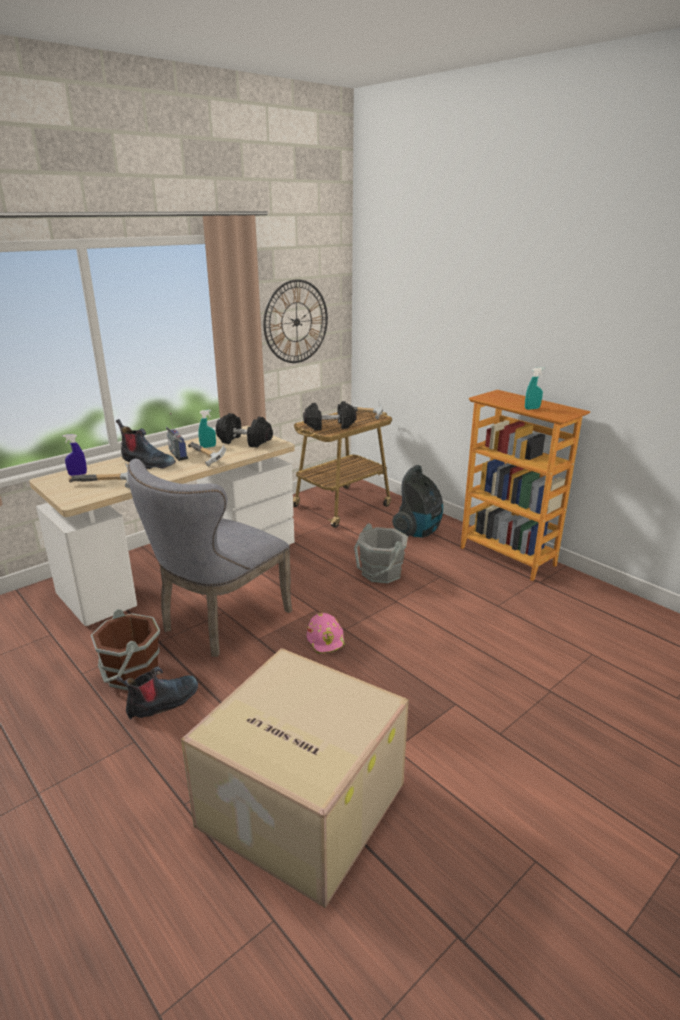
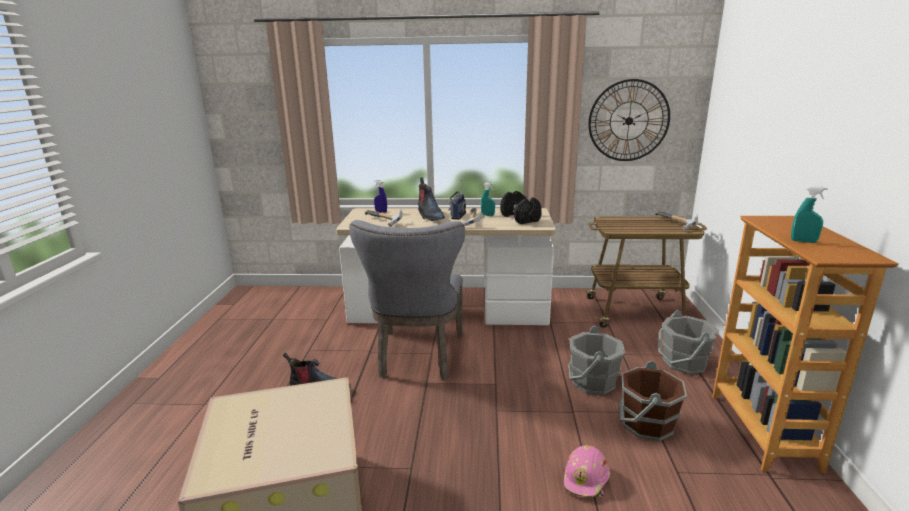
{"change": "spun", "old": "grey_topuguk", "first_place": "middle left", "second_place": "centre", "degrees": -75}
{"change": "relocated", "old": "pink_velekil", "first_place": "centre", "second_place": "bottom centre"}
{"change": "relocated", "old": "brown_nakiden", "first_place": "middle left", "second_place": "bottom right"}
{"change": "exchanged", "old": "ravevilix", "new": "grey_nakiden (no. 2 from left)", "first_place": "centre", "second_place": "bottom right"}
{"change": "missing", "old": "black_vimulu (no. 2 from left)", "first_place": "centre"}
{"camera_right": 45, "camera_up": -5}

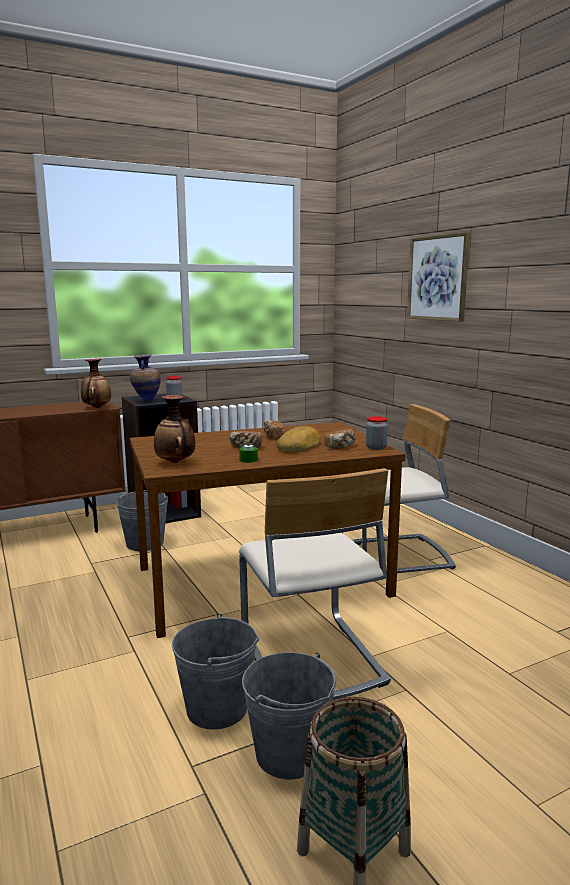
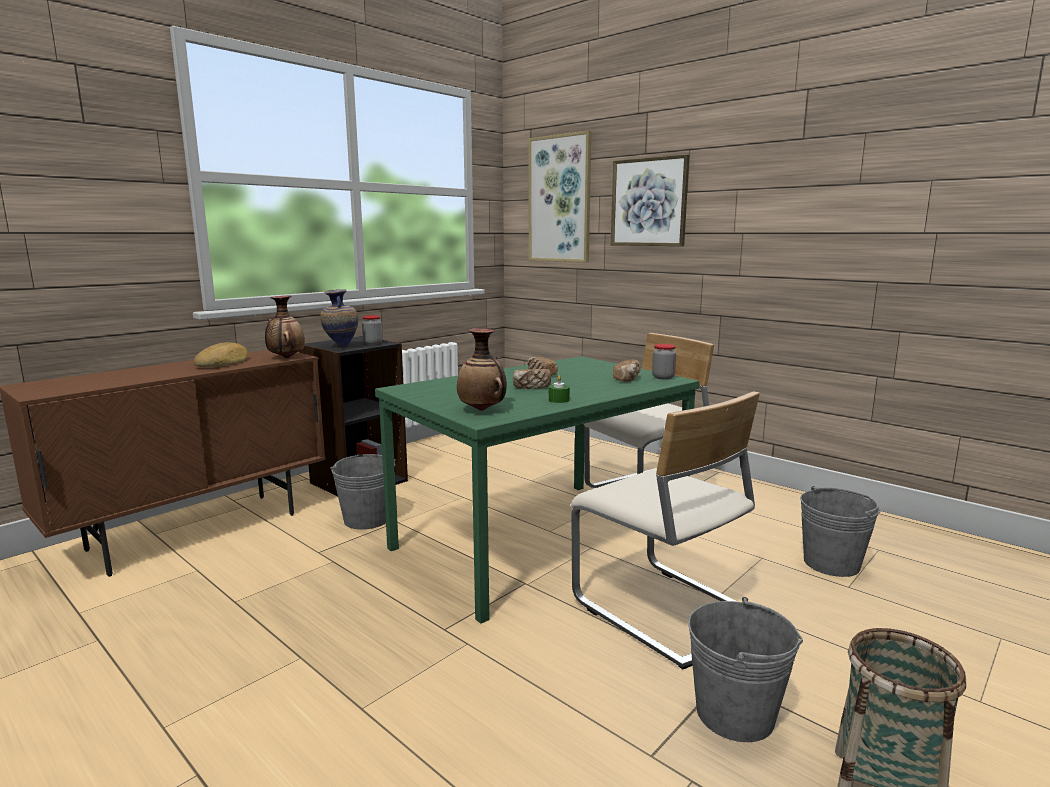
{"change": "relocated", "old": "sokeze (no. 3 from left in the first image)", "new": "sokeze (no. 1 from left)", "first_place": "centre", "second_place": "middle left"}
{"change": "colour", "old": "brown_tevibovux", "new": "green_tevibovux", "first_place": "centre", "second_place": "centre"}
{"change": "appeared", "new": "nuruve (no. 1 from left)", "second_place": "top centre"}
{"change": "relocated", "old": "grey_nakiden (no. 2 from left in the first image)", "new": "grey_nakiden (no. 3 from left)", "first_place": "bottom centre", "second_place": "bottom right"}
{"camera_right": -20, "camera_up": 0}

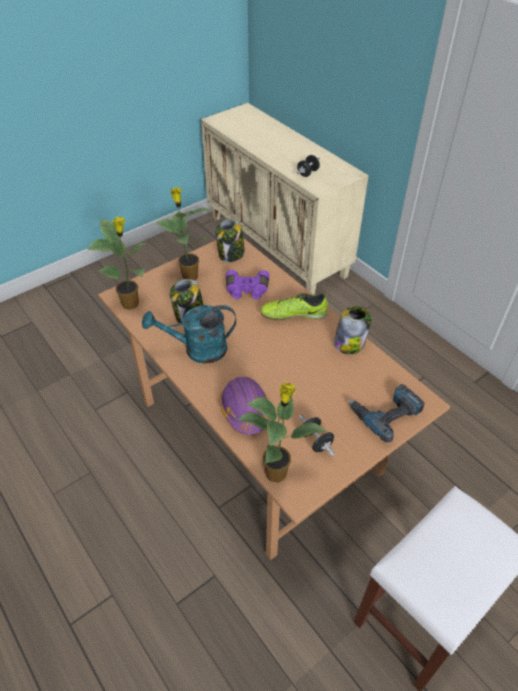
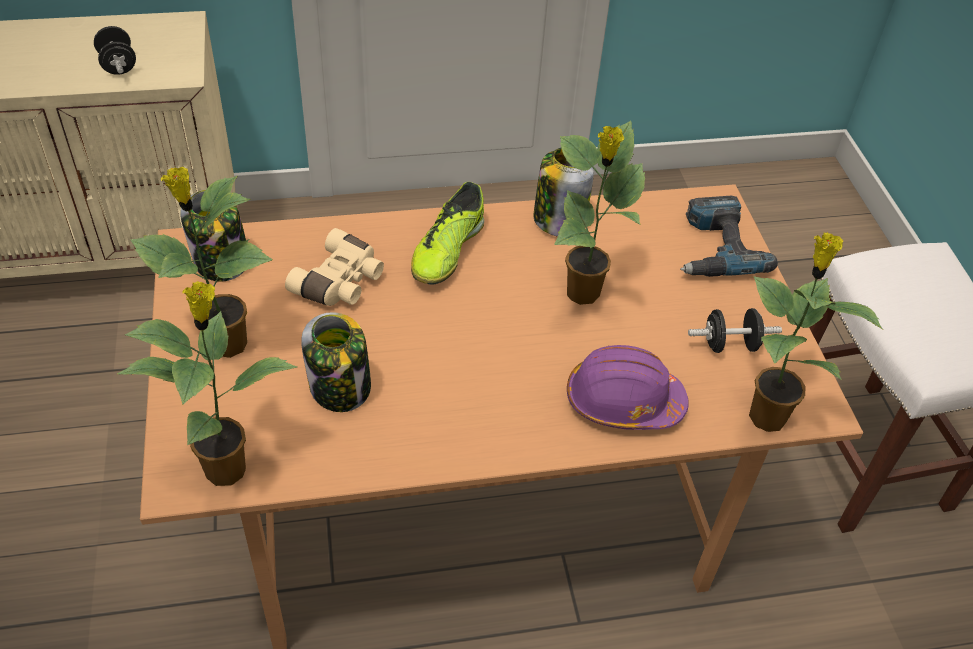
{"change": "colour", "old": "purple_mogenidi", "new": "beige_mogenidi", "first_place": "centre", "second_place": "centre"}
{"change": "appeared", "new": "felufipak (no. 3 from left)", "second_place": "top centre"}
{"change": "missing", "old": "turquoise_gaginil", "first_place": "centre"}
{"camera_right": -65, "camera_up": 0}

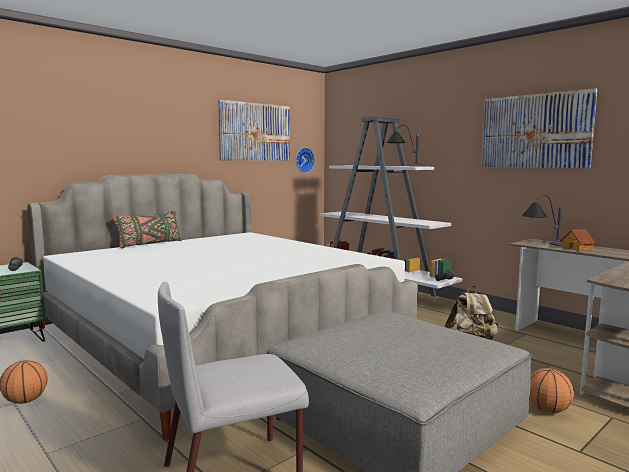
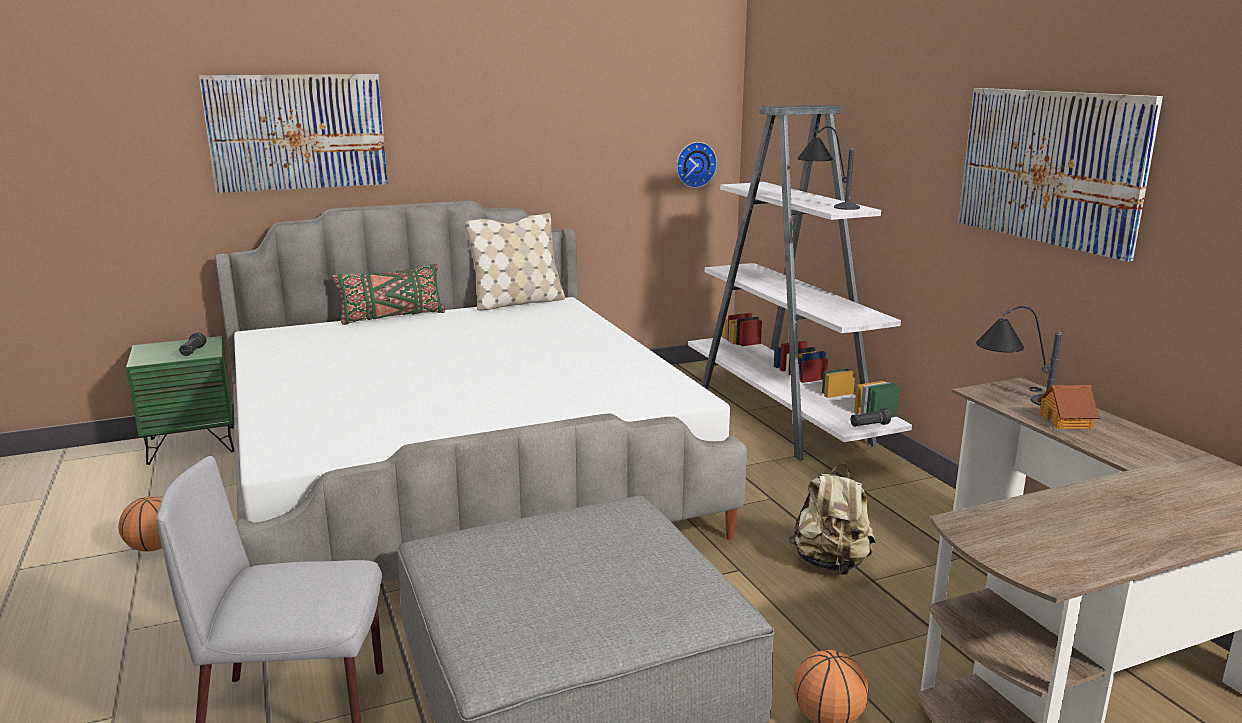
{"change": "relocated", "old": "nuruve (no. 1 from left)", "first_place": "top centre", "second_place": "top left"}
{"change": "appeared", "new": "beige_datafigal", "second_place": "centre"}
{"camera_right": 20, "camera_up": 10}

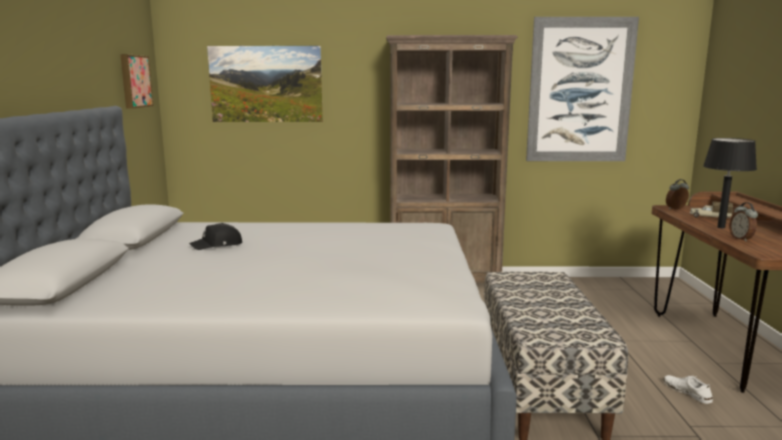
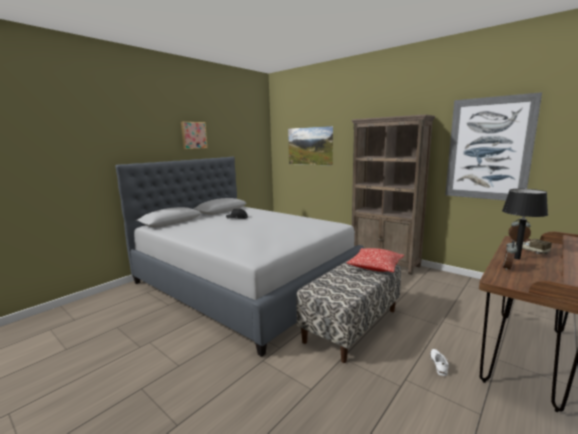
{"change": "relocated", "old": "nuruve (no. 1 from left)", "first_place": "top left", "second_place": "top centre"}
{"change": "appeared", "new": "datafigal", "second_place": "centre"}
{"camera_right": 40, "camera_up": 0}

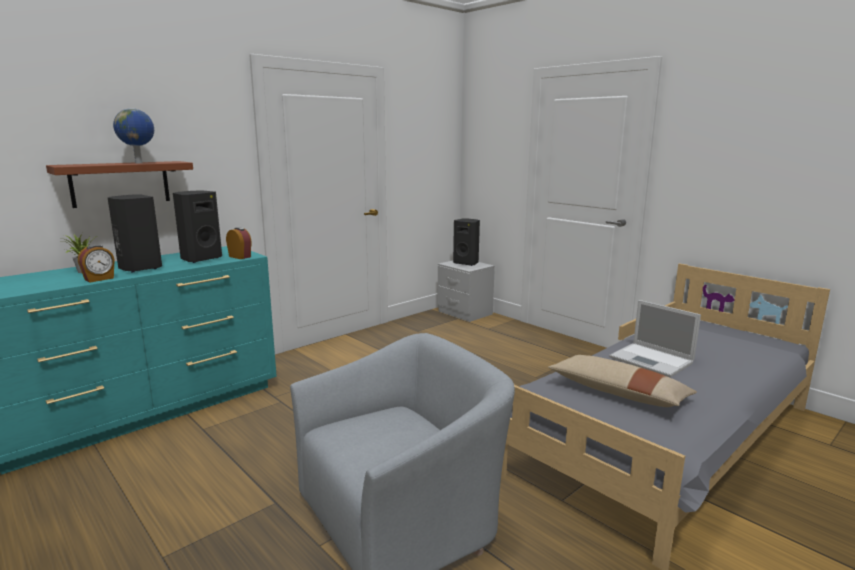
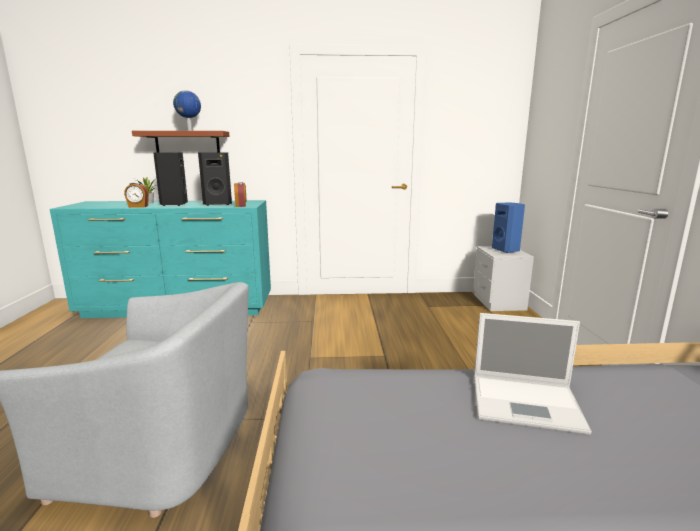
{"change": "spun", "old": "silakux", "first_place": "middle right", "second_place": "bottom right", "degrees": -75}
{"change": "colour", "old": "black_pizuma (no. 3 from left)", "new": "blue_pizuma", "first_place": "centre", "second_place": "middle right"}
{"change": "missing", "old": "beige_datafigal", "first_place": "bottom right"}
{"camera_right": 40, "camera_up": 0}

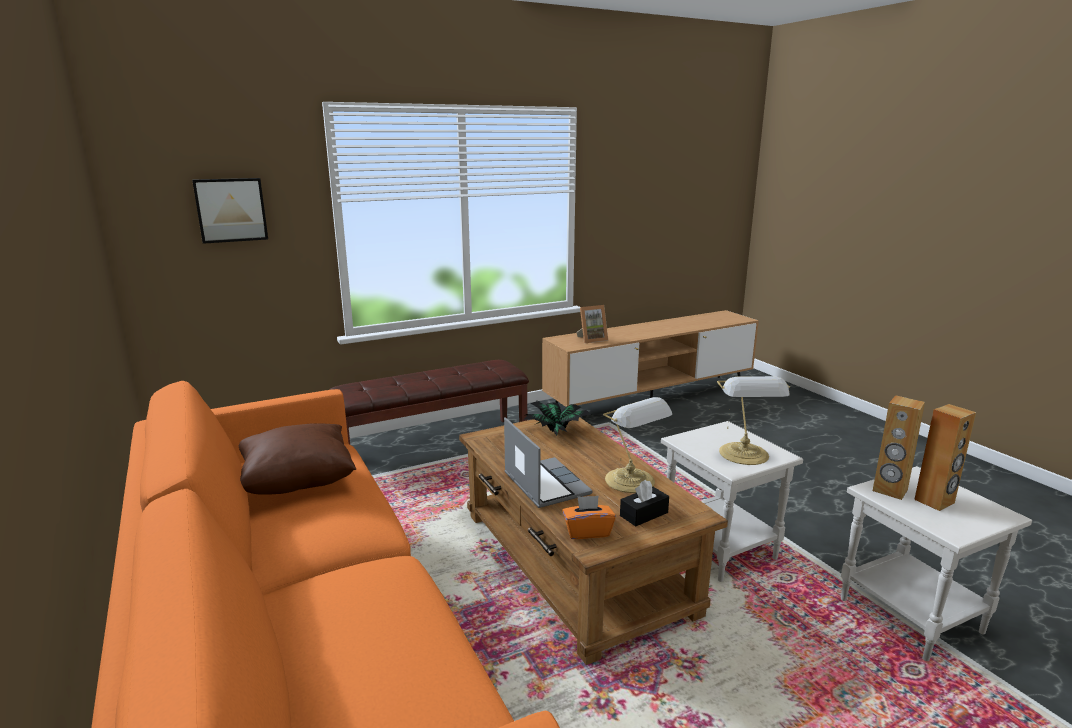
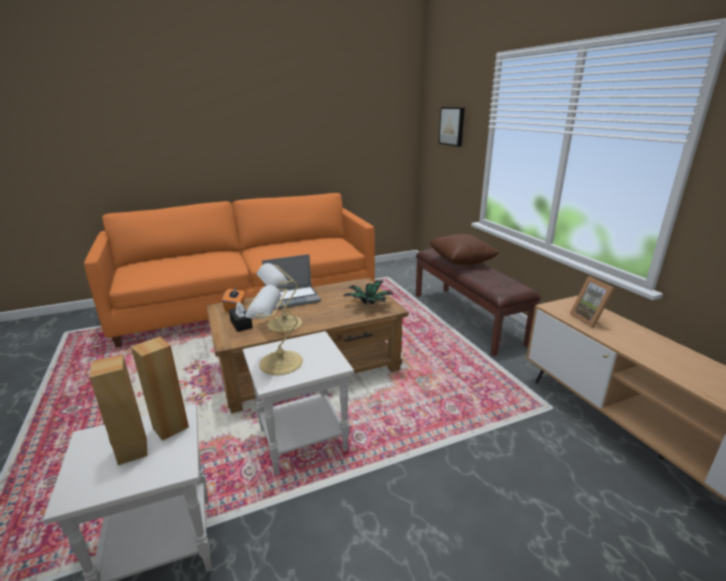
{"change": "relocated", "old": "brown_datafigal", "first_place": "middle left", "second_place": "centre"}
{"camera_right": 95, "camera_up": 5}

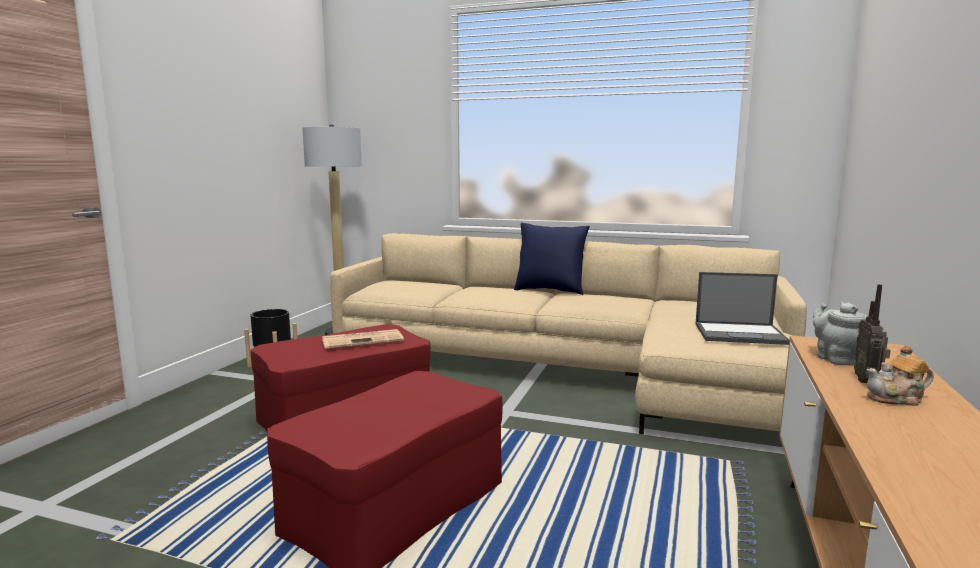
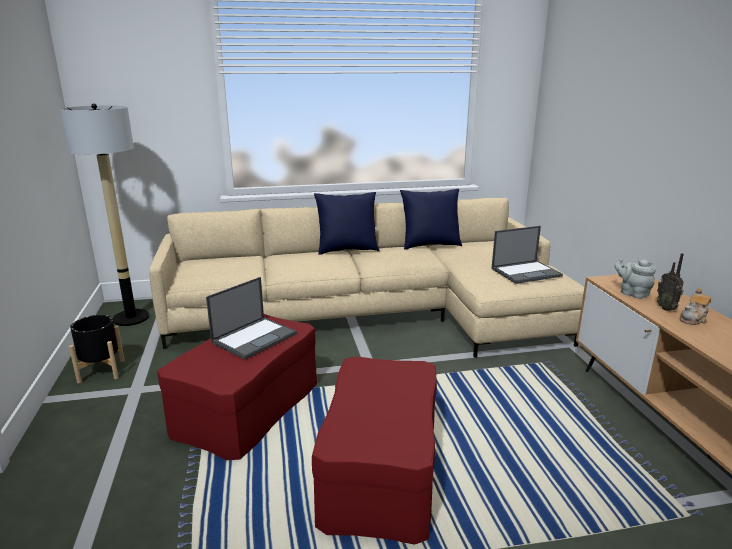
{"change": "exchanged", "old": "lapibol", "new": "silakux (no. 1 from left)", "first_place": "centre", "second_place": "centre"}
{"change": "appeared", "new": "blue_datafigal (no. 2 from left)", "second_place": "centre"}
{"camera_right": -30, "camera_up": 10}

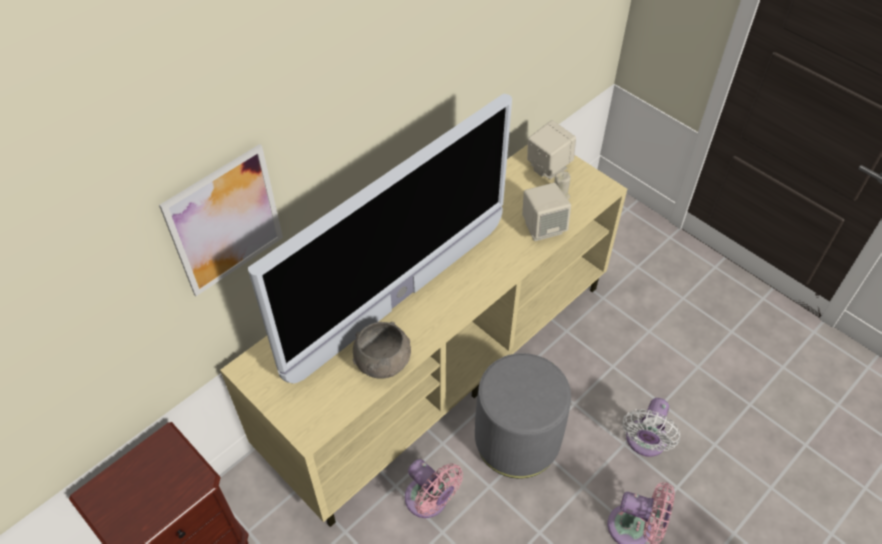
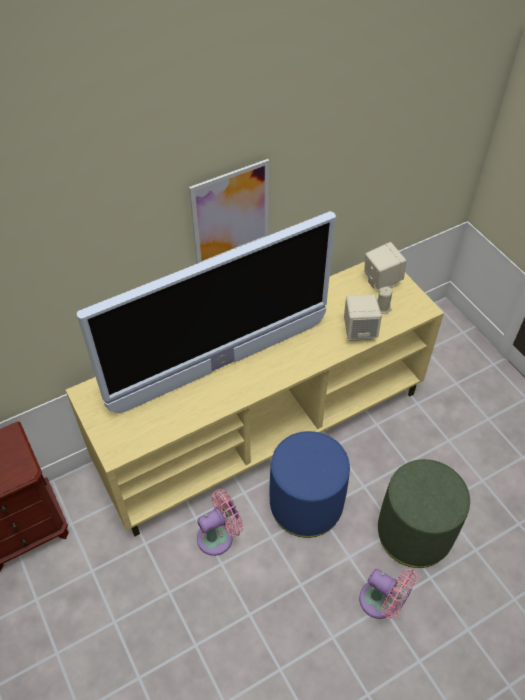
{"change": "relocated", "old": "nuruve", "first_place": "middle left", "second_place": "top centre"}
{"change": "spun", "old": "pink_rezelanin (no. 1 from left)", "first_place": "bottom centre", "second_place": "bottom centre", "degrees": -90}
{"change": "colour", "old": "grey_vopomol", "new": "blue_vopomol", "first_place": "bottom centre", "second_place": "bottom centre"}
{"change": "exchanged", "old": "white_rezelanin", "new": "green_vopomol", "first_place": "bottom right", "second_place": "bottom right"}
{"change": "missing", "old": "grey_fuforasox", "first_place": "centre"}
{"camera_right": 15, "camera_up": 0}

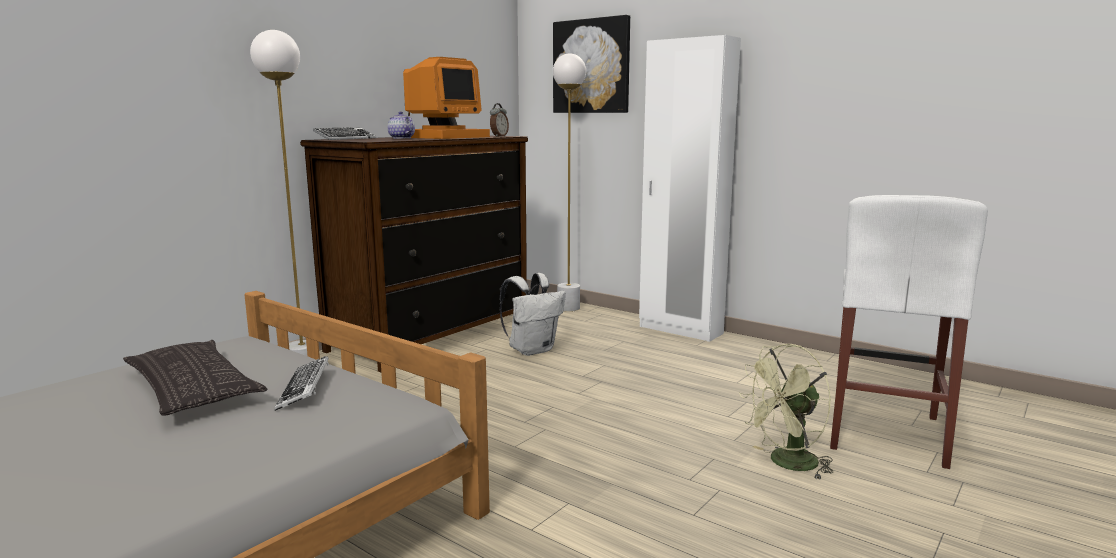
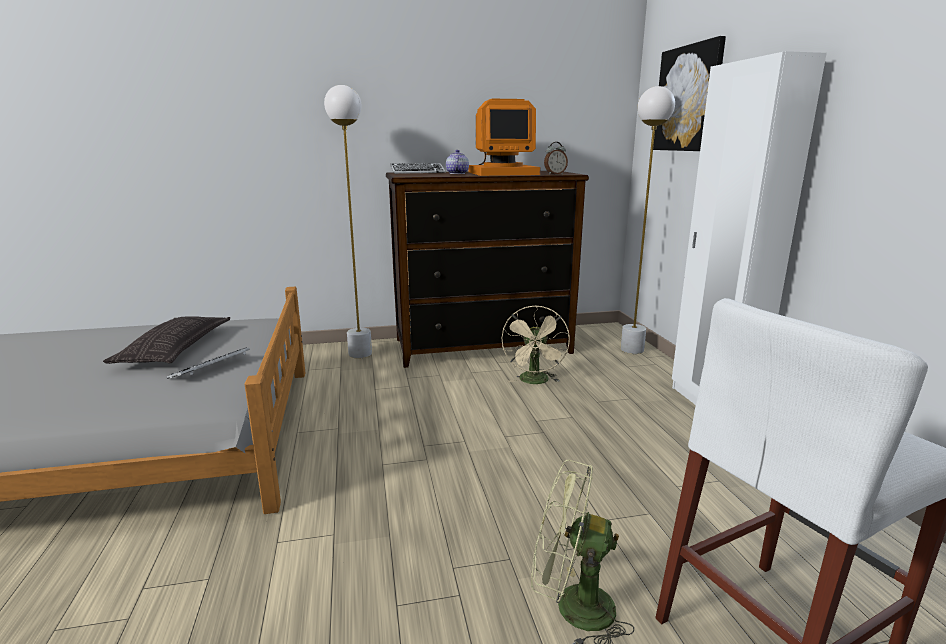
{"change": "exchanged", "old": "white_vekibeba", "new": "beige_rezelanin", "first_place": "centre", "second_place": "centre"}
{"camera_right": 40, "camera_up": 5}

